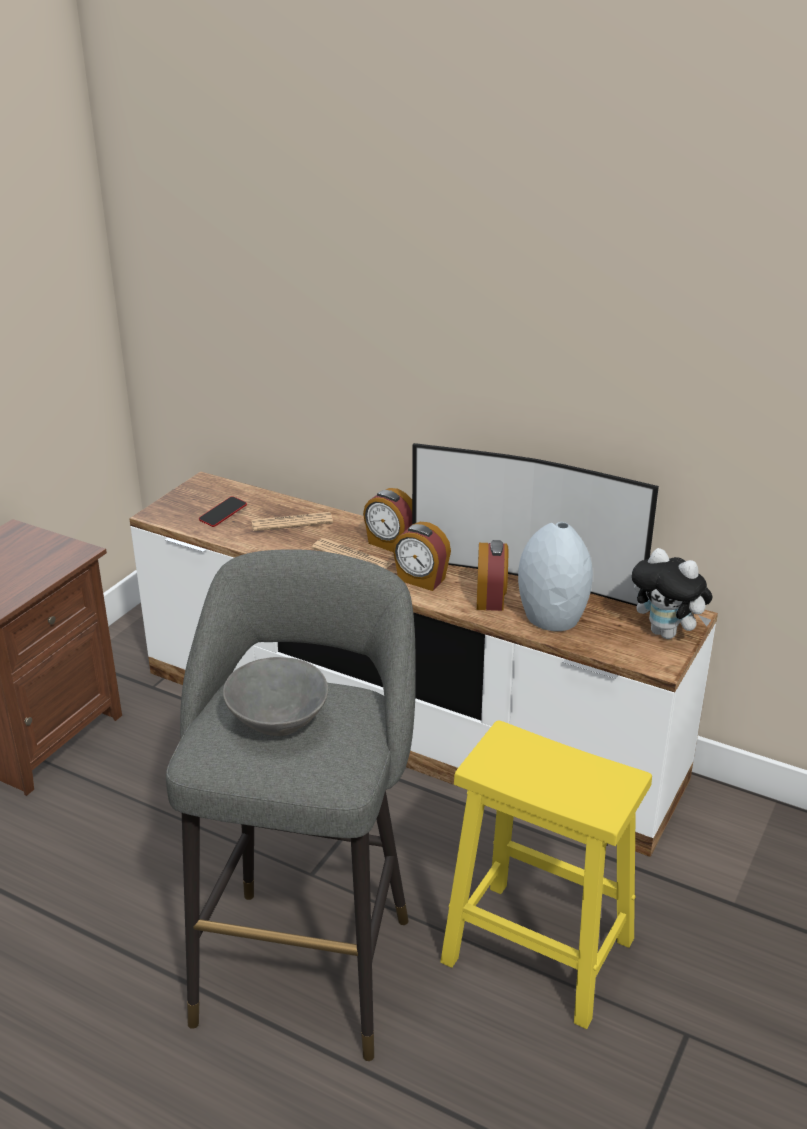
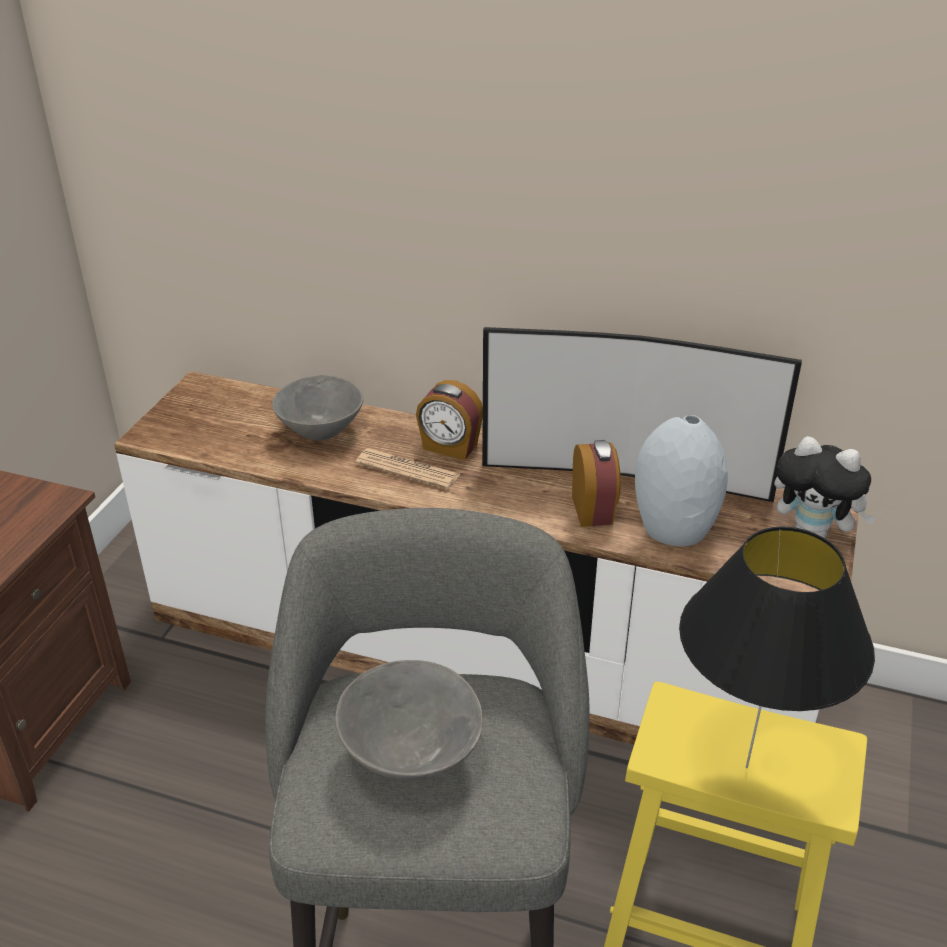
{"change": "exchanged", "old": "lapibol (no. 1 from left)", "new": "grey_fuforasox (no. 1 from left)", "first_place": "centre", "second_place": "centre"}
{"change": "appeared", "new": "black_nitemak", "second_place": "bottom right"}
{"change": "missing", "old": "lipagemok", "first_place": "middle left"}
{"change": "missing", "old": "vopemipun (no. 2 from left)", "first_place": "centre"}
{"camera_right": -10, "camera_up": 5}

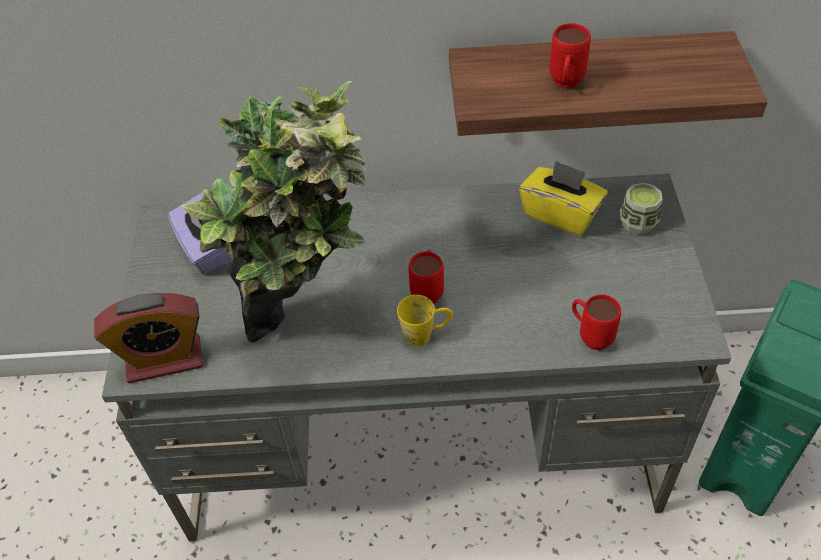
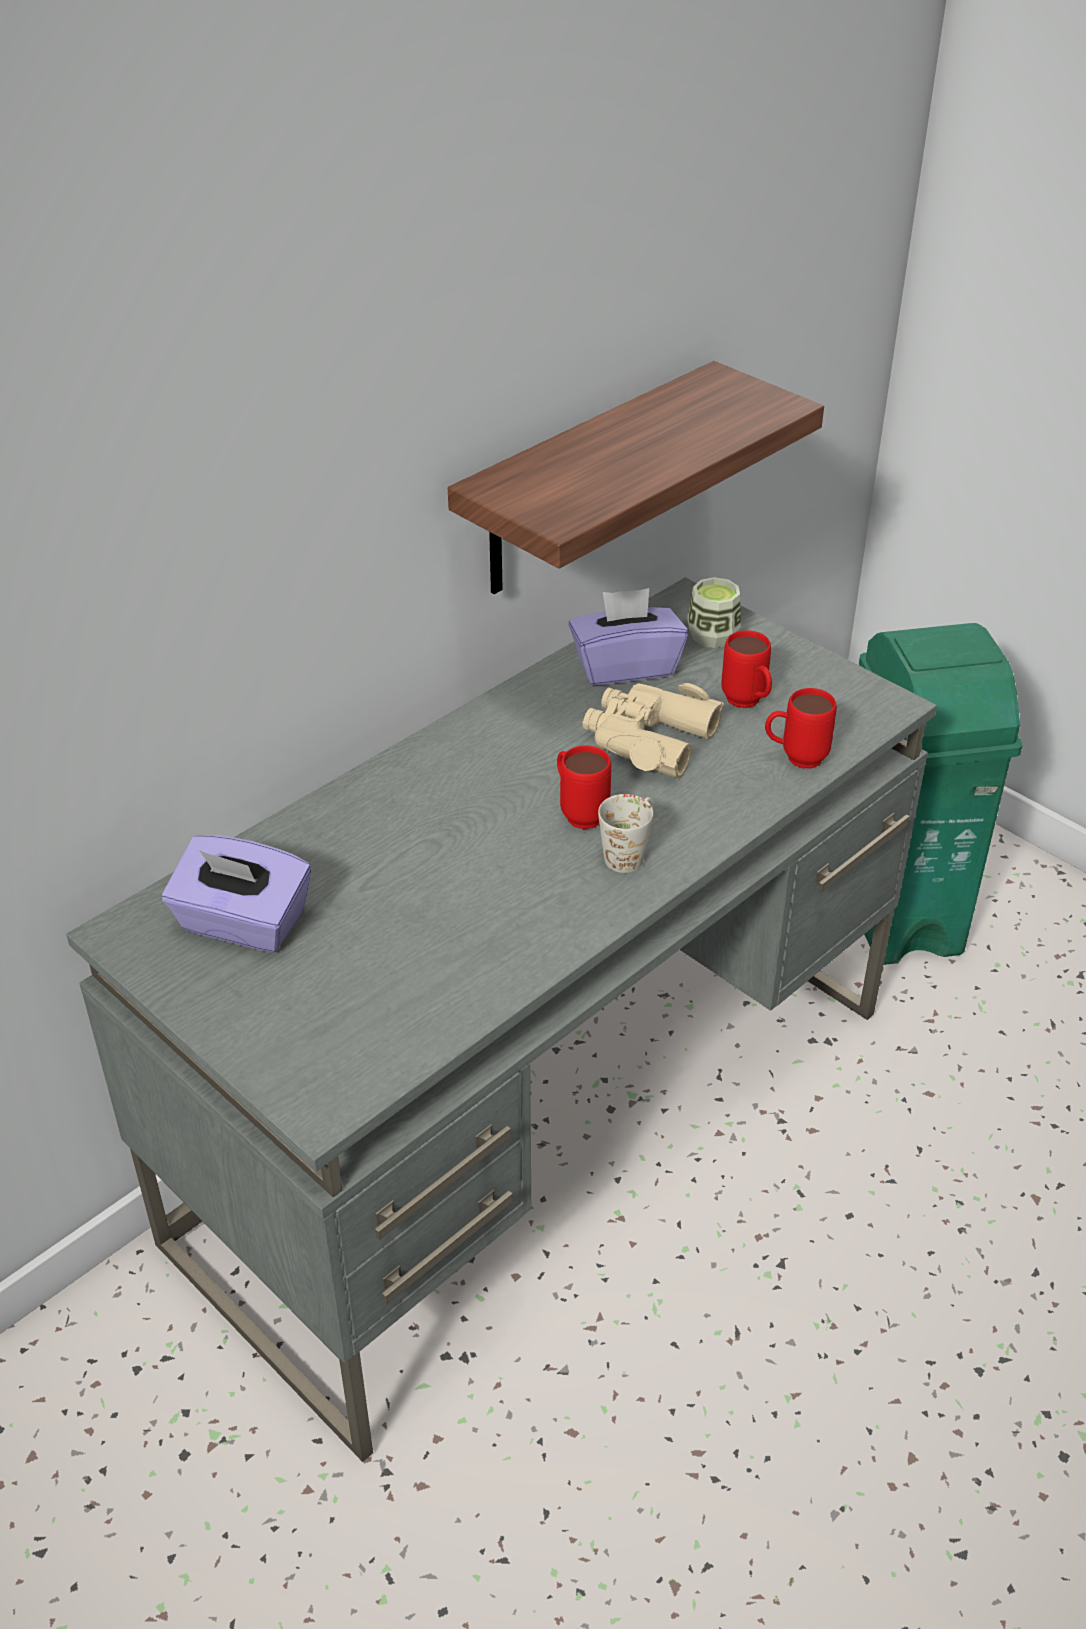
{"change": "colour", "old": "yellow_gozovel", "new": "purple_gozovel (no. 2 from left)", "first_place": "middle right", "second_place": "centre"}
{"change": "appeared", "new": "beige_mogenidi", "second_place": "centre"}
{"change": "colour", "old": "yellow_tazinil", "new": "white_tazinil", "first_place": "centre", "second_place": "centre"}
{"change": "relocated", "old": "red_tazinil (no. 2 from left)", "first_place": "top right", "second_place": "middle right"}
{"change": "missing", "old": "vopemipun", "first_place": "middle left"}
{"change": "missing", "old": "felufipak", "first_place": "centre"}
{"camera_right": -45, "camera_up": -10}

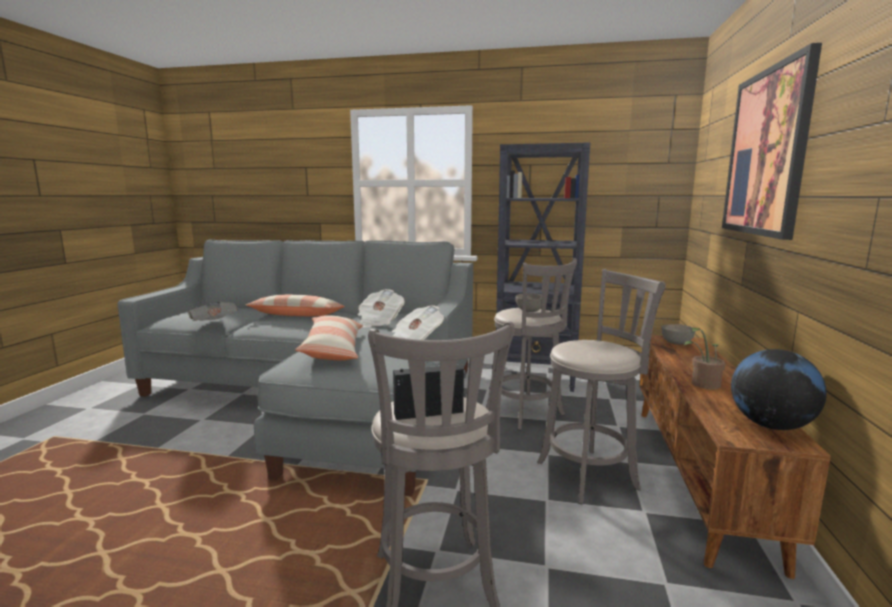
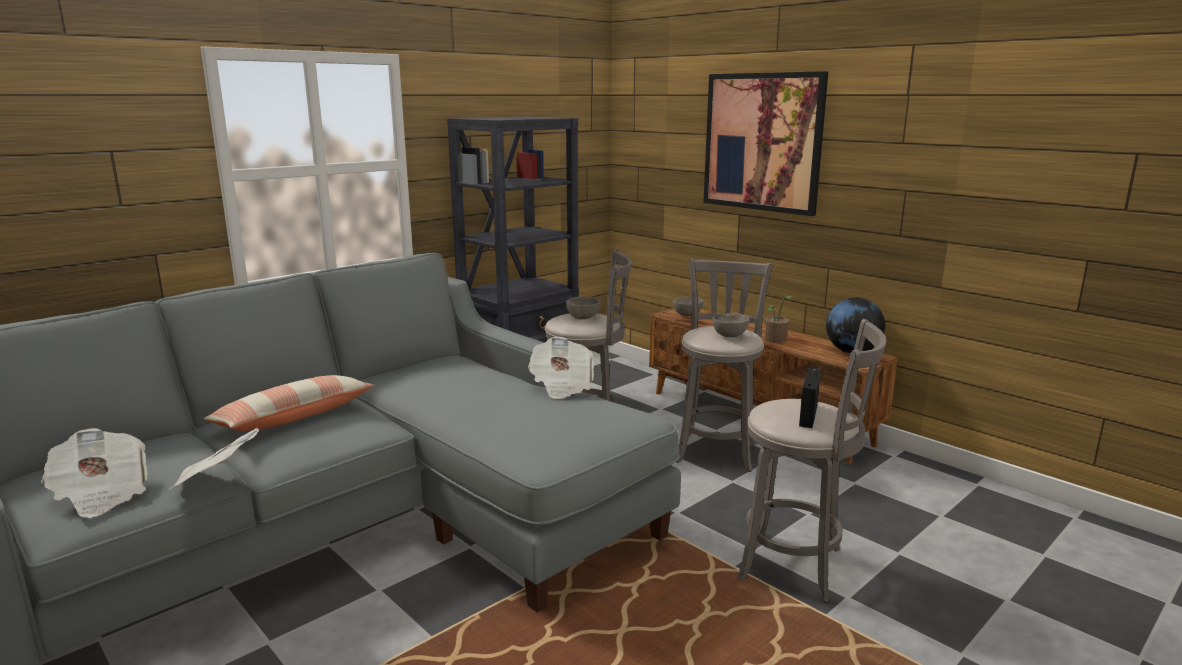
{"change": "relocated", "old": "lapibol (no. 2 from left in the first image)", "new": "lapibol (no. 1 from left)", "first_place": "centre", "second_place": "bottom left"}
{"change": "appeared", "new": "grey_fuforasox (no. 3 from left)", "second_place": "centre"}
{"change": "missing", "old": "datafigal (no. 2 from left)", "first_place": "centre"}
{"camera_right": -55, "camera_up": 5}

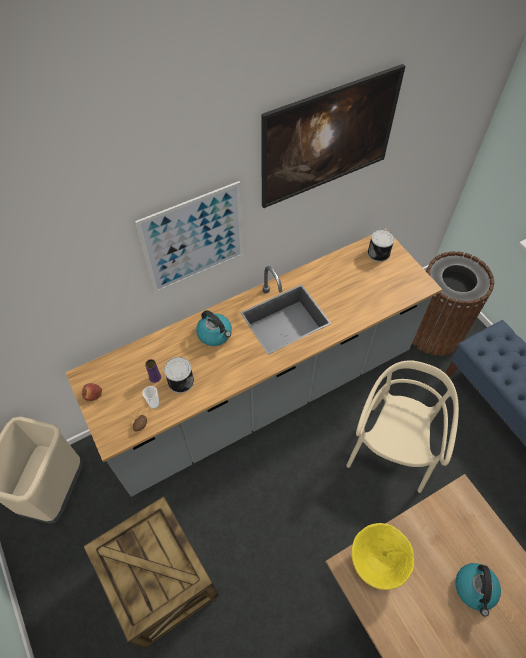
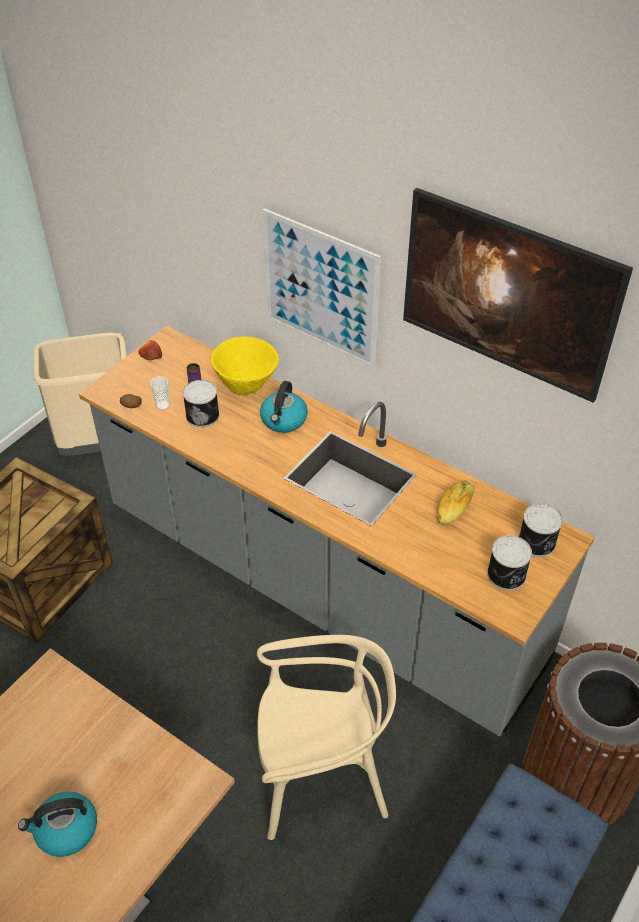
{"change": "relocated", "old": "yellow_fuforasox", "first_place": "bottom right", "second_place": "centre"}
{"change": "appeared", "new": "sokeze", "second_place": "middle right"}
{"change": "appeared", "new": "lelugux (no. 2 from left)", "second_place": "middle right"}
{"camera_right": 65, "camera_up": -10}

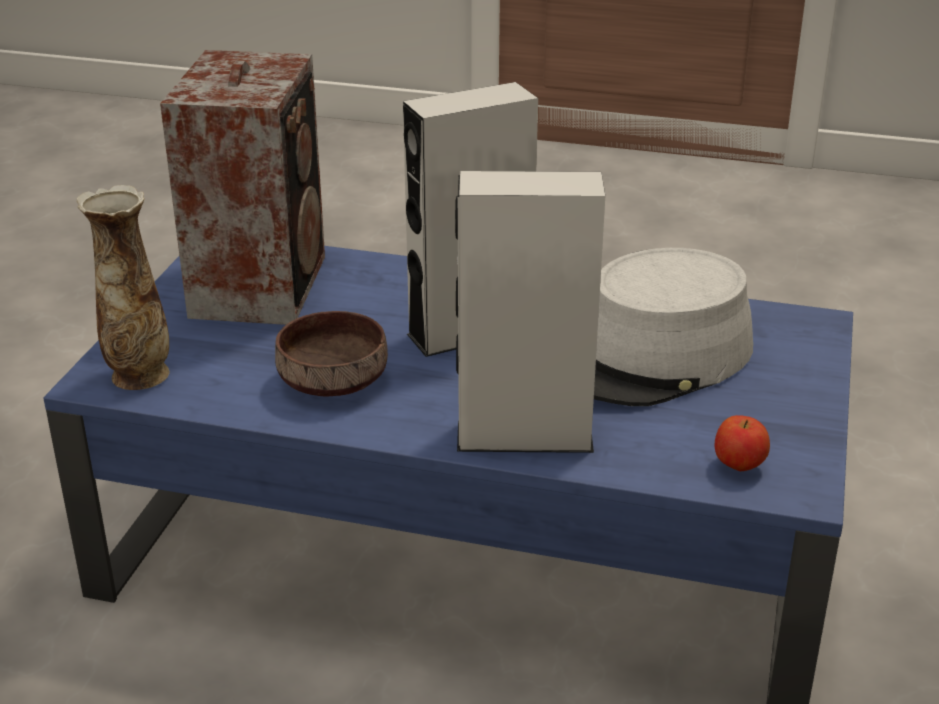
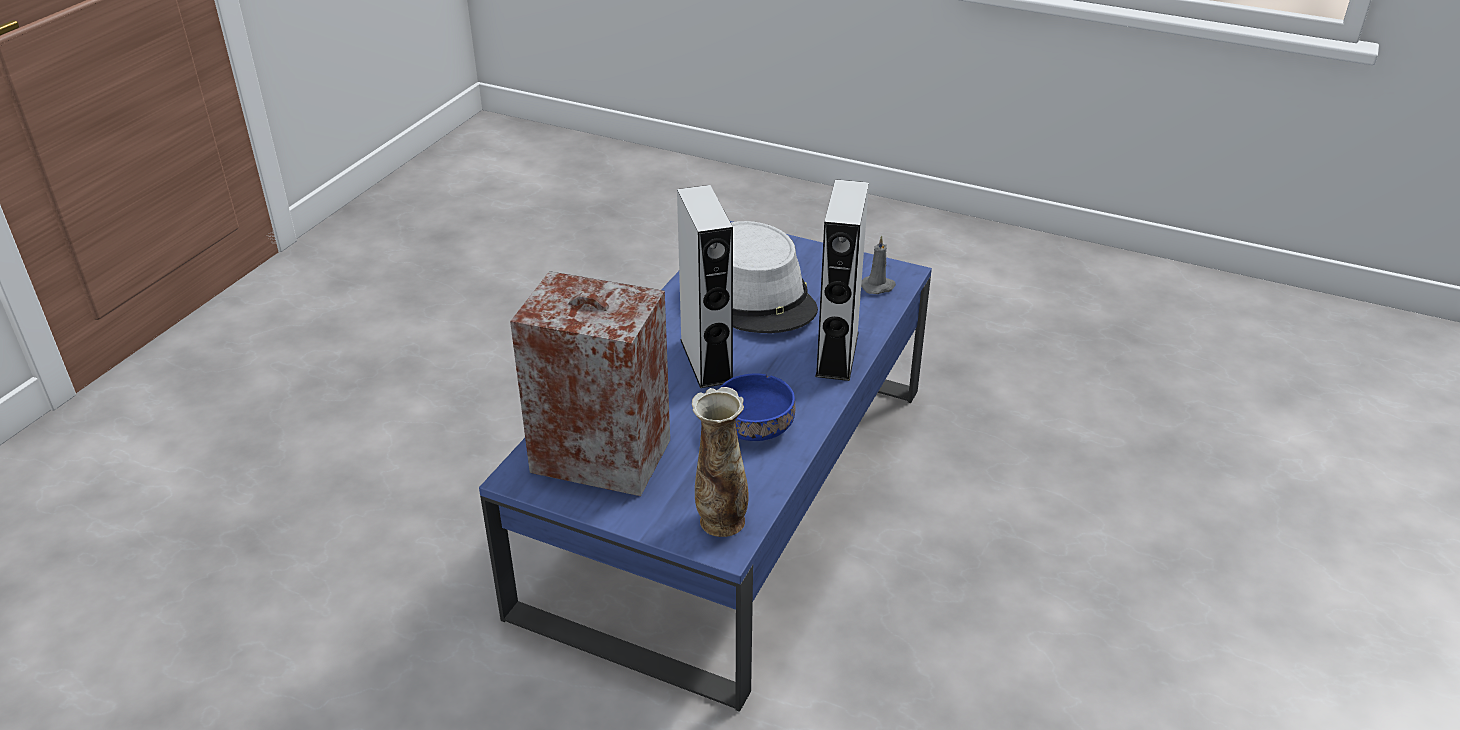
{"change": "colour", "old": "brown_fuforasox", "new": "blue_fuforasox", "first_place": "centre", "second_place": "centre"}
{"change": "exchanged", "old": "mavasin", "new": "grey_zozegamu", "first_place": "middle right", "second_place": "centre"}
{"camera_right": -80, "camera_up": 5}

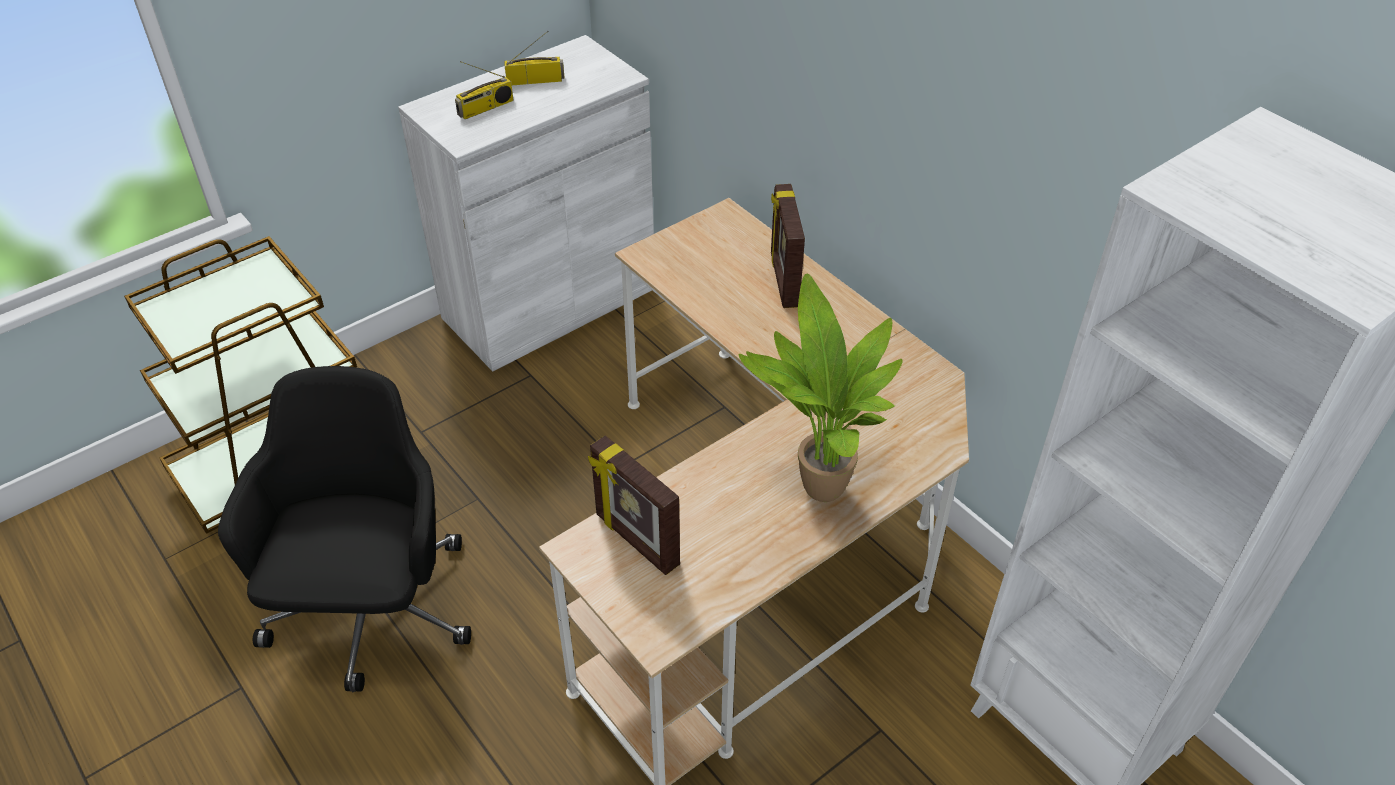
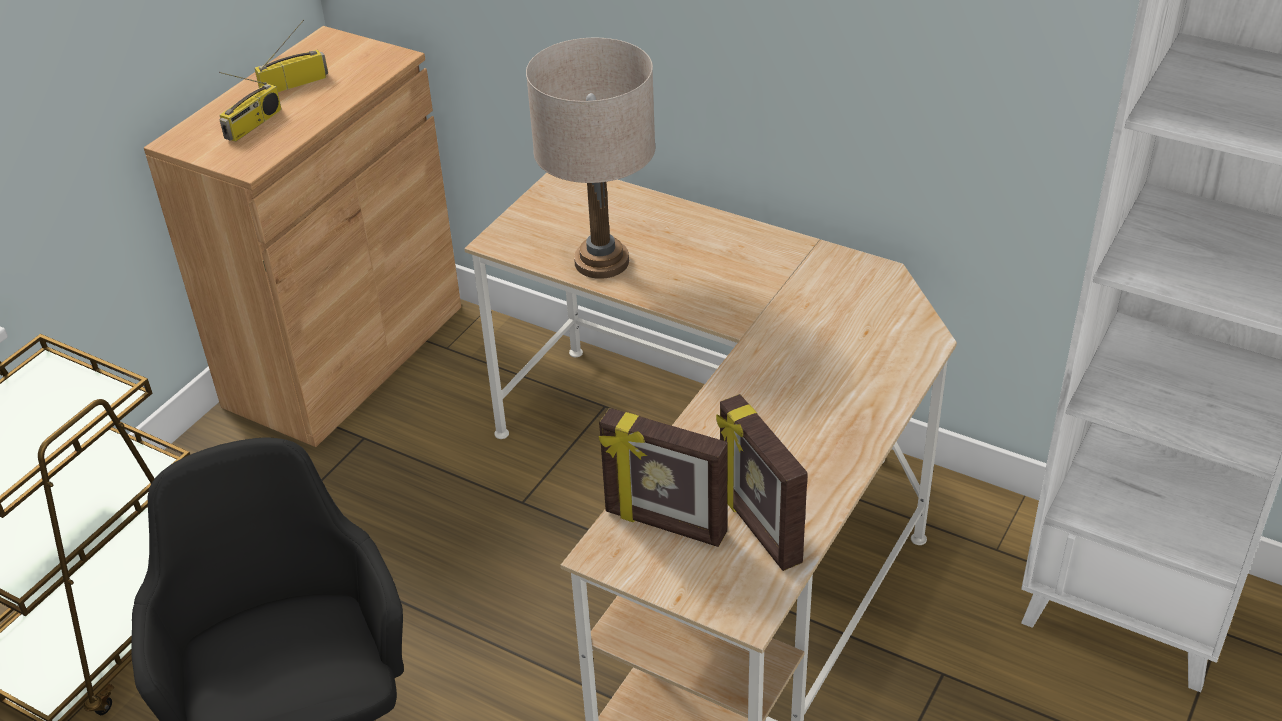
{"change": "colour", "old": "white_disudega", "new": "brown_disudega", "first_place": "top centre", "second_place": "top left"}
{"change": "appeared", "new": "beige_nitemak", "second_place": "top centre"}
{"change": "relocated", "old": "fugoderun (no. 2 from left)", "first_place": "top centre", "second_place": "bottom centre"}
{"change": "missing", "old": "felufipak", "first_place": "centre"}
{"camera_right": -20, "camera_up": -5}

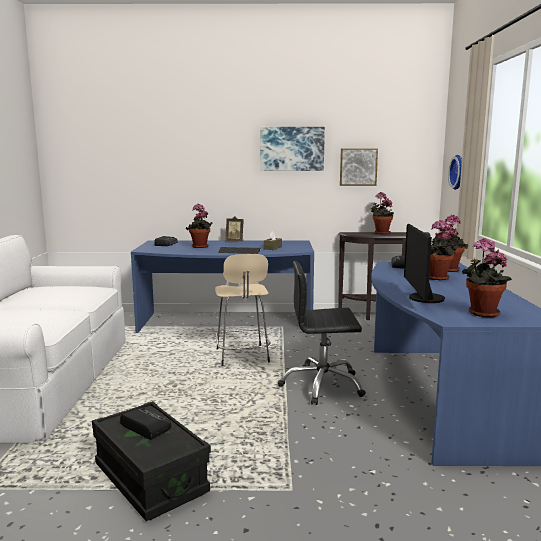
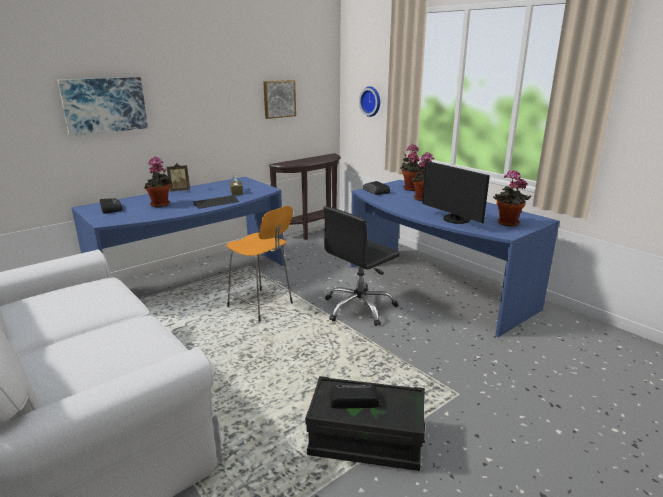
{"change": "relocated", "old": "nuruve (no. 1 from left)", "first_place": "top centre", "second_place": "top left"}
{"change": "colour", "old": "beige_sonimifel", "new": "orange_sonimifel", "first_place": "centre", "second_place": "centre"}
{"change": "missing", "old": "felufipak (no. 2 from left)", "first_place": "middle right"}
{"camera_right": -40, "camera_up": 10}

